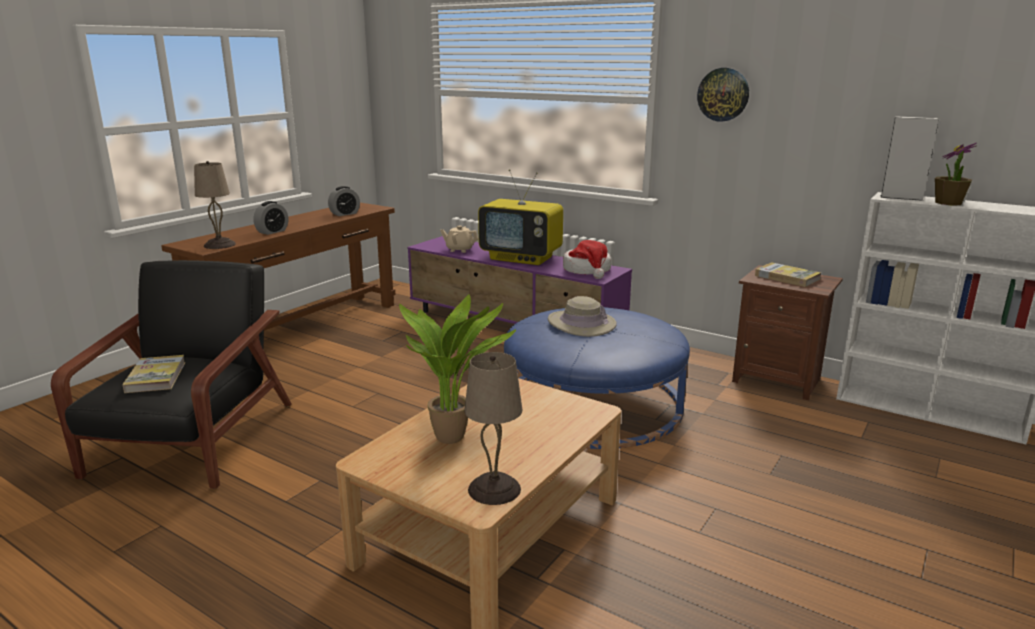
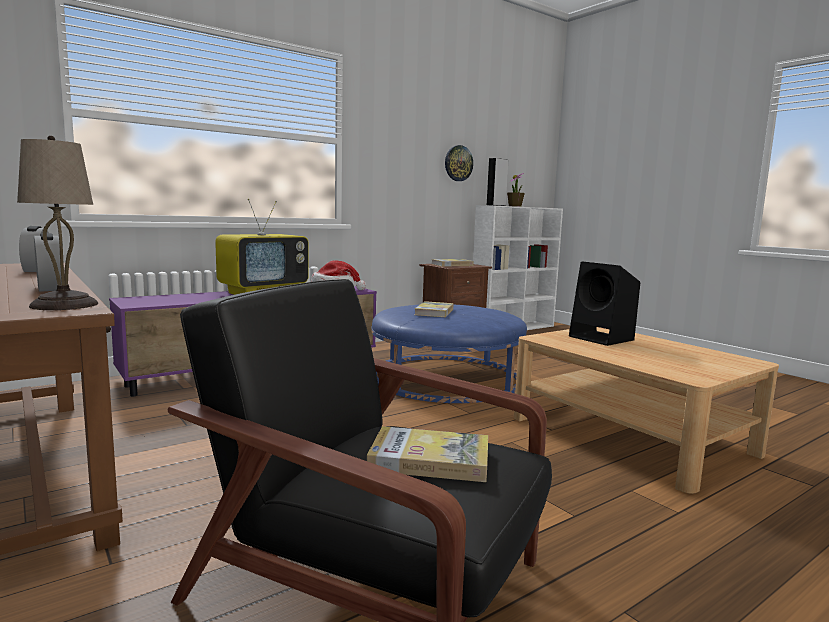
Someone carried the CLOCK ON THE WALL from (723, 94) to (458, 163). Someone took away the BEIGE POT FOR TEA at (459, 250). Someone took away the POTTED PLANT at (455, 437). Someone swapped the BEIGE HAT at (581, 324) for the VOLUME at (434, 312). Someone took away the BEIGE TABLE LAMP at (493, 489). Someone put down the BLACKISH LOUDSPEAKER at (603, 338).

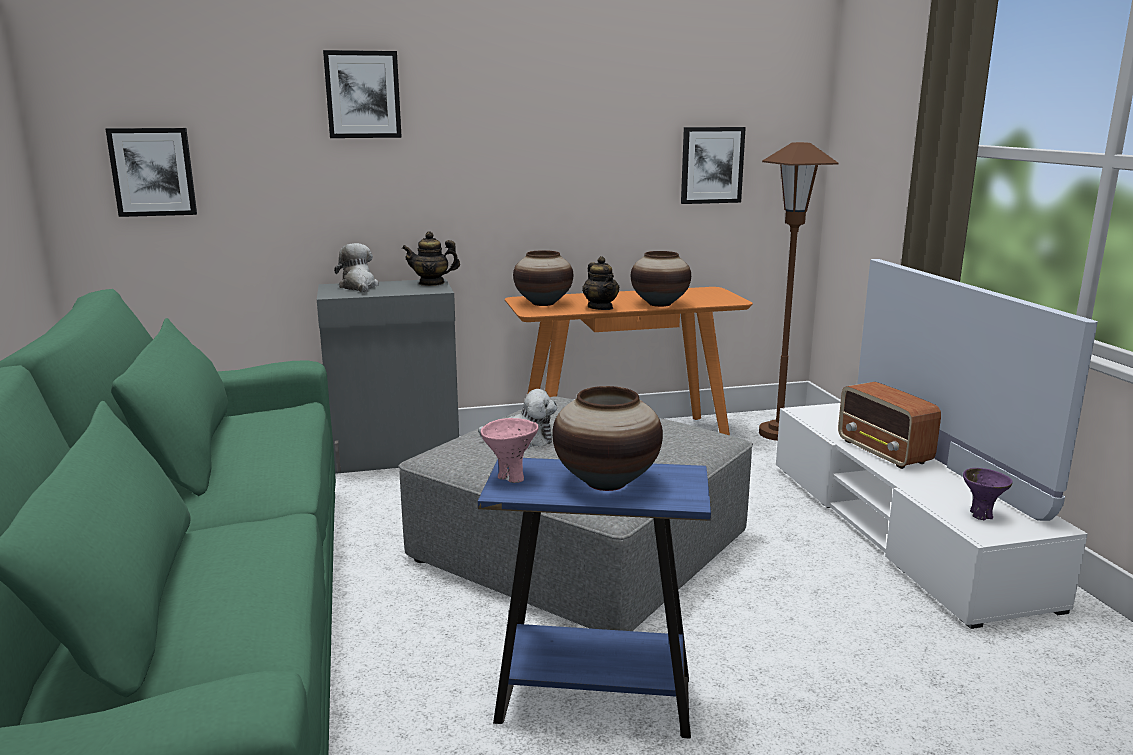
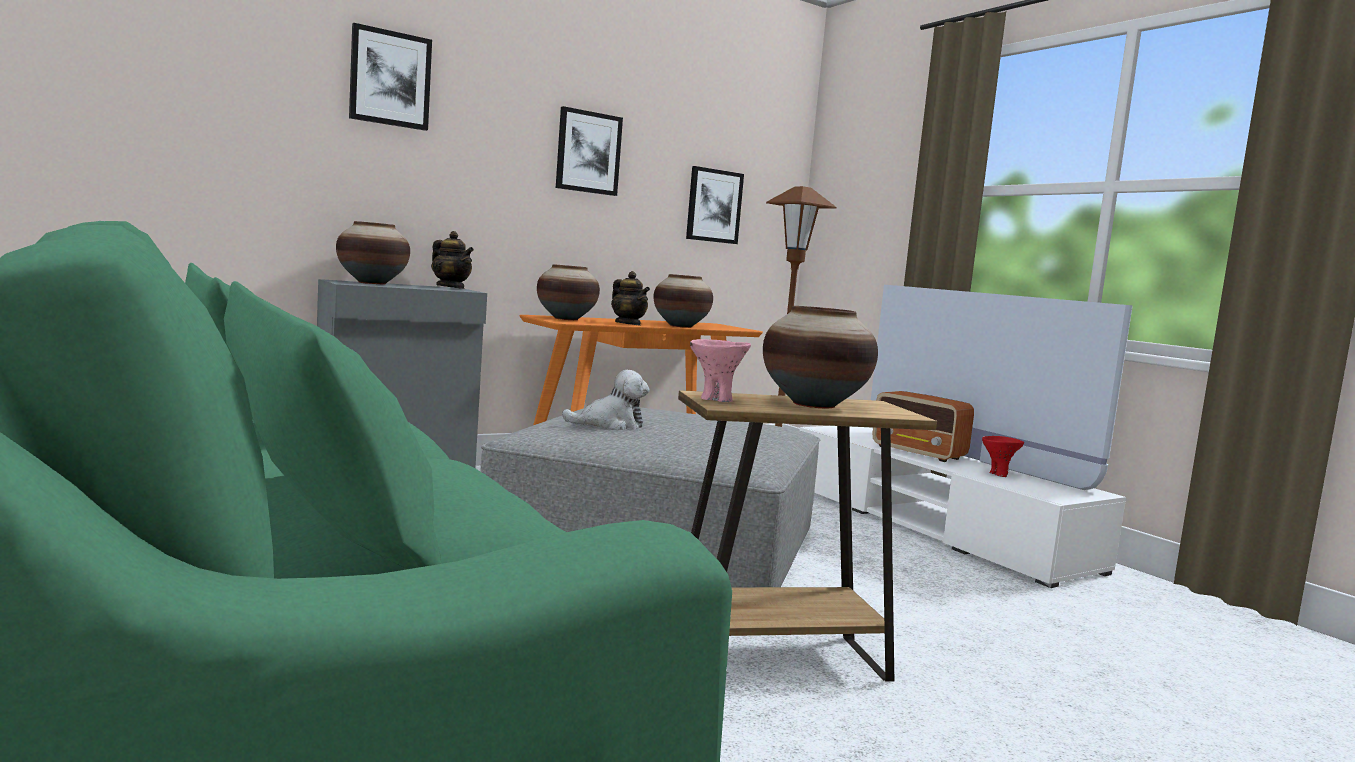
Someone carried the PICTURE from (153, 172) to (588, 152). Someone rotated the POT FOR TEA at (431, 283) by 120 degrees counterclockwise. Someone swapped the PLUSH TOY at (359, 287) for the VASE at (372, 283). Someone repainted the BLUE SIDE TABLE at (594, 700), which became the BROWN-COLOURED SIDE TABLE at (776, 660). Someone took away the PURPLE BOWL at (981, 515). Someone put down the RED BOWL at (998, 474).

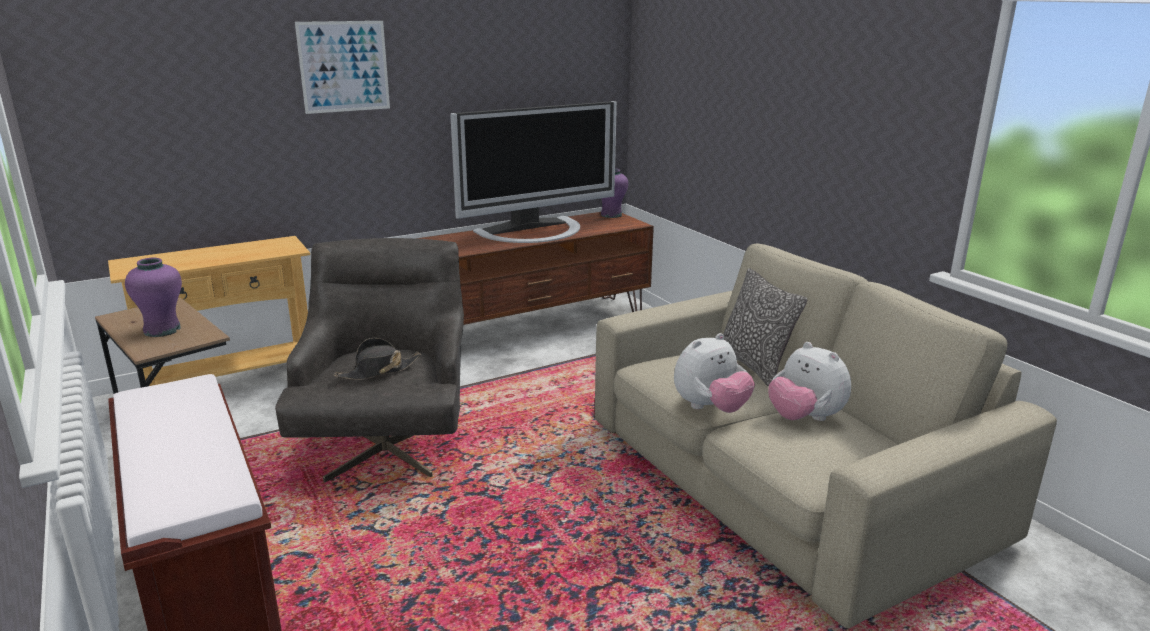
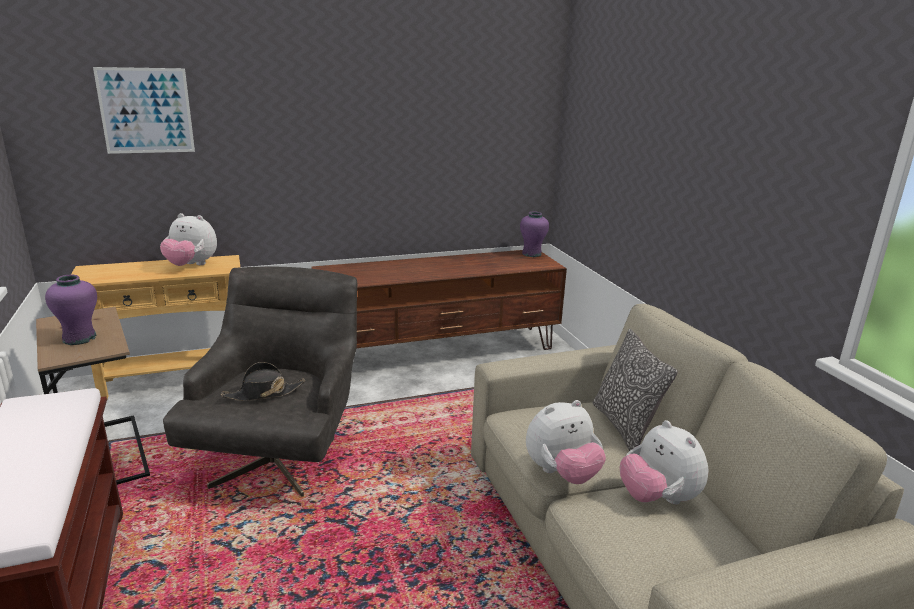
Someone carried the PICTURE from (344, 66) to (146, 111). Someone took away the TELEVISION at (534, 231). Someone put down the PLUSH TOY at (191, 265).

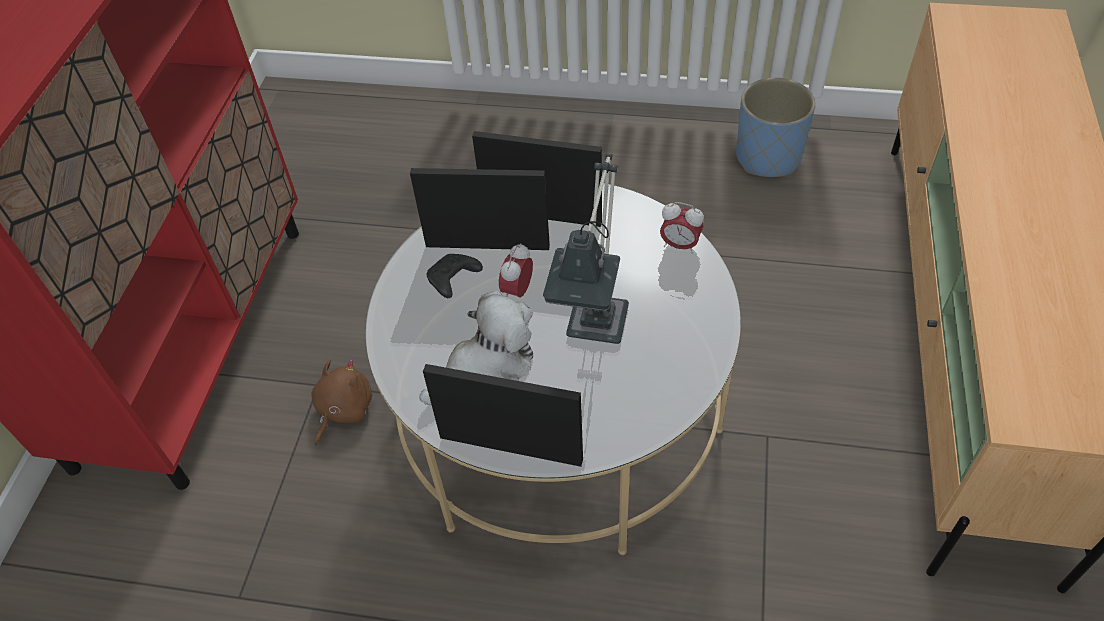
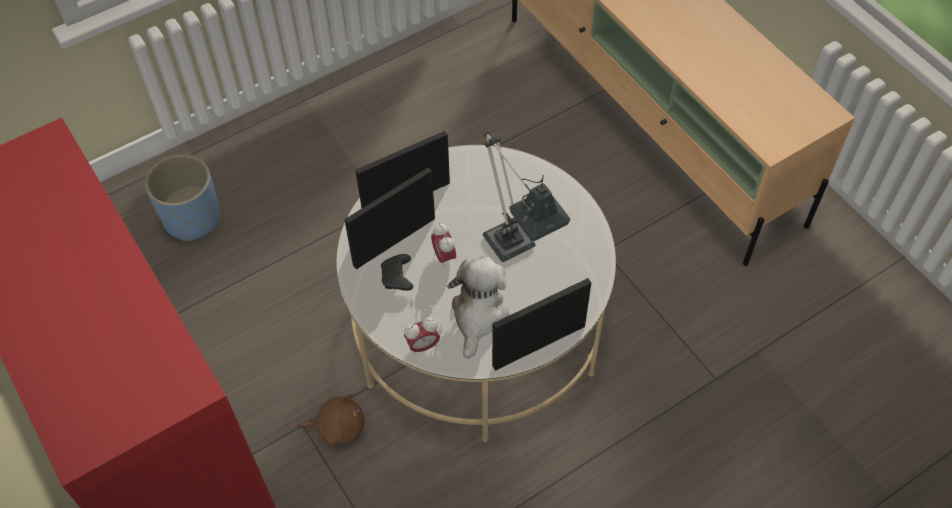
Someone carried the BLUE PLANT POT from (768, 157) to (192, 218). Someone carried the ALARM CLOCK from (679, 245) to (423, 346). Someone rotated the BROWN-COLOURED PLUSH TOY at (343, 410) by 105 degrees clockwise.

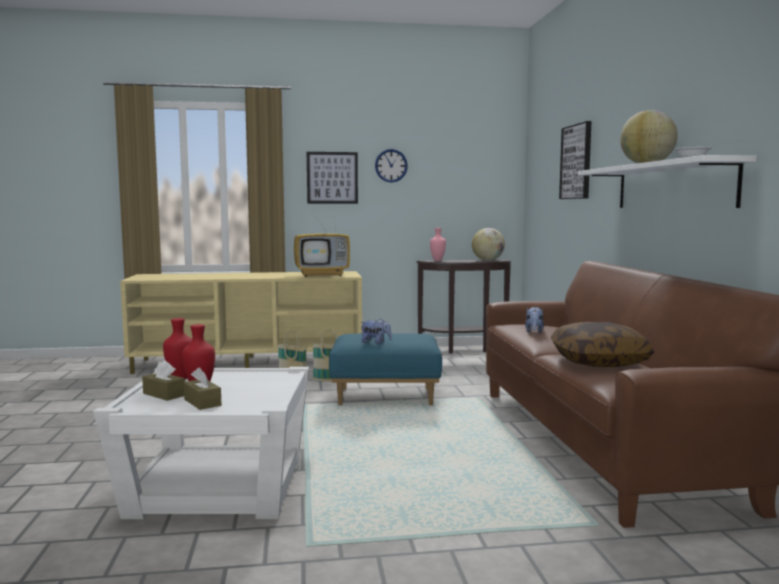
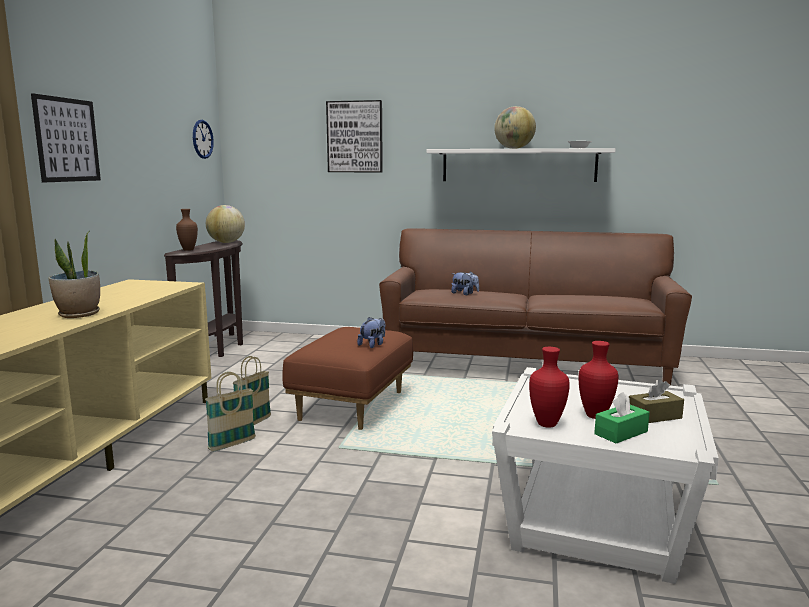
Someone carried the CLOCK ON THE WALL from (391, 165) to (202, 139). Someone took away the TELEVISION at (323, 275). Someone repainted the PINK VASE at (437, 260), which became the BROWN-COLOURED VASE at (188, 250). Someone took away the PILLOW at (599, 362). Someone repainted the BLUE POUFFE at (385, 397), which became the BROWN-COLOURED POUFFE at (353, 406). Someone repainted the BROWN-COLOURED BOX OF TISSUES at (164, 394), which became the GREENISH BOX OF TISSUES at (621, 433). Someone put down the POTTED PLANT at (79, 314).

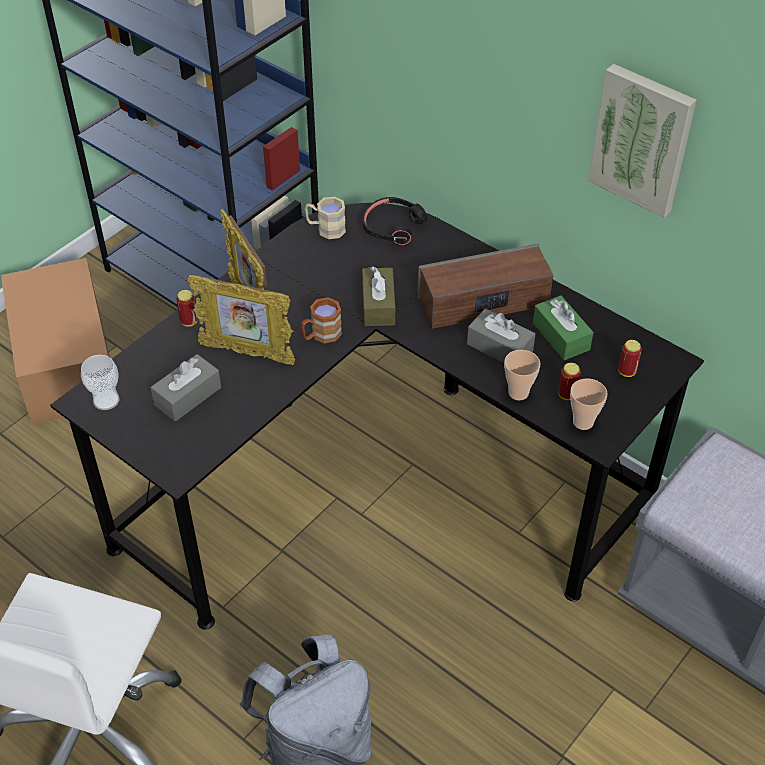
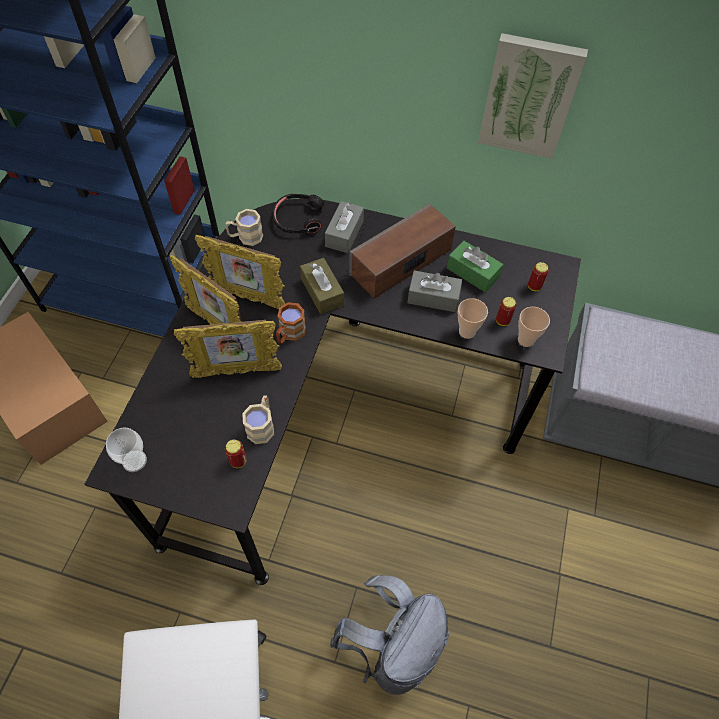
Someone carried the CAN from (189, 322) to (238, 461). Someone carried the GREY BOX OF TISSUES from (187, 396) to (344, 234). Someone put down the STANDING FRAME at (248, 298). Someone put down the BEIGE COFFEE MUG at (262, 425).

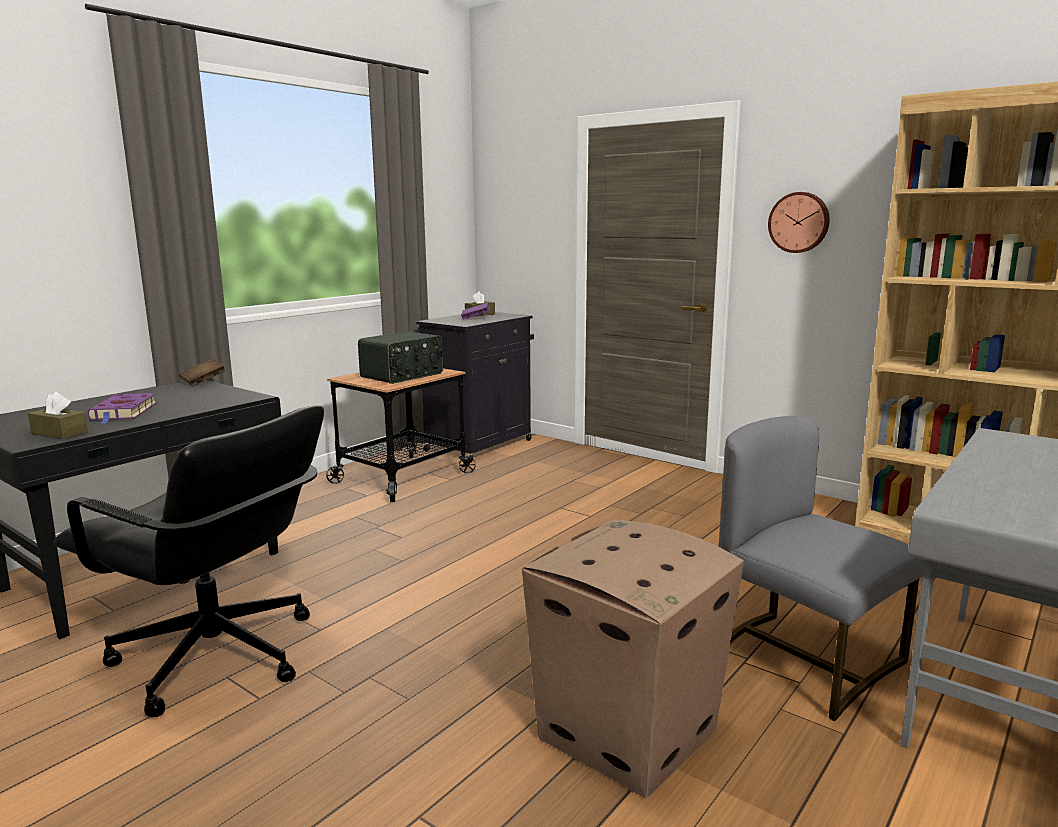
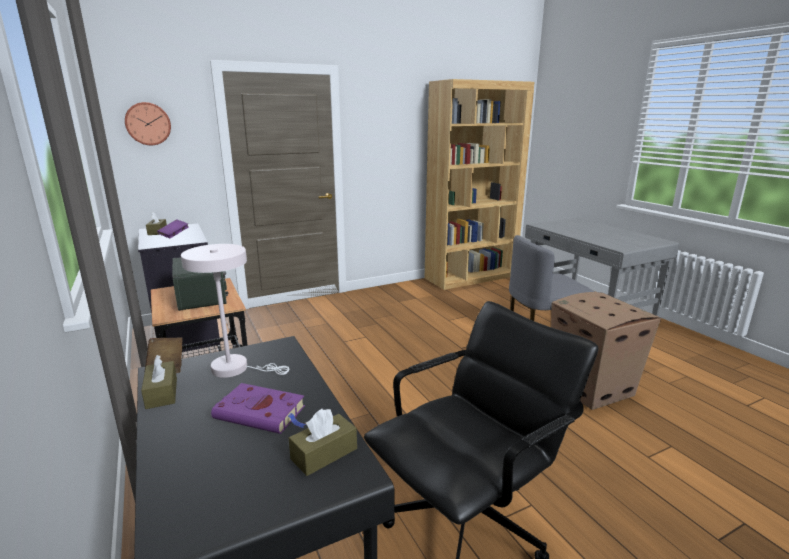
Someone carried the CLOCK ON THE WALL from (799, 222) to (148, 124). Someone put down the WHITE-COLOURED TABLE LAMP at (236, 368). Someone put down the BROWN-COLOURED BOX OF TISSUES at (161, 393).

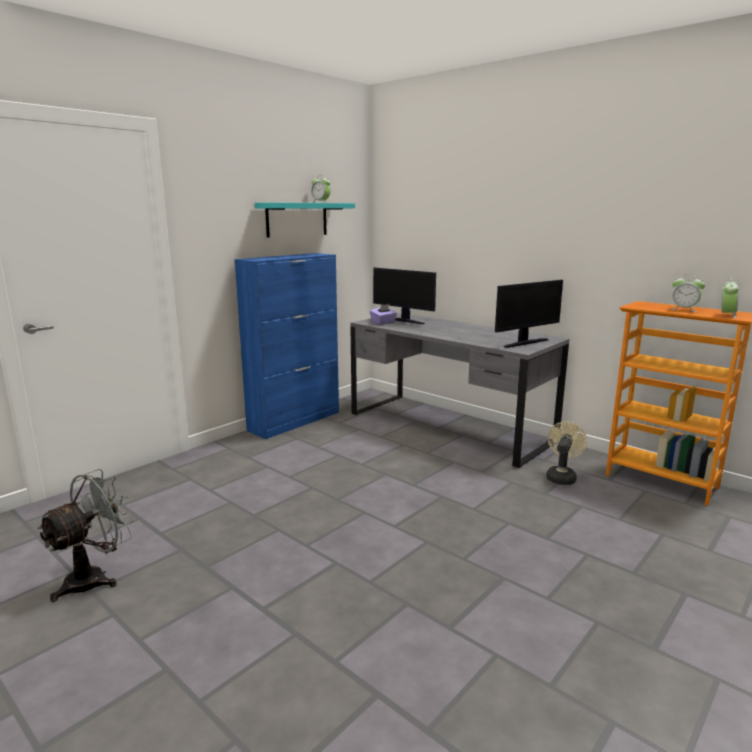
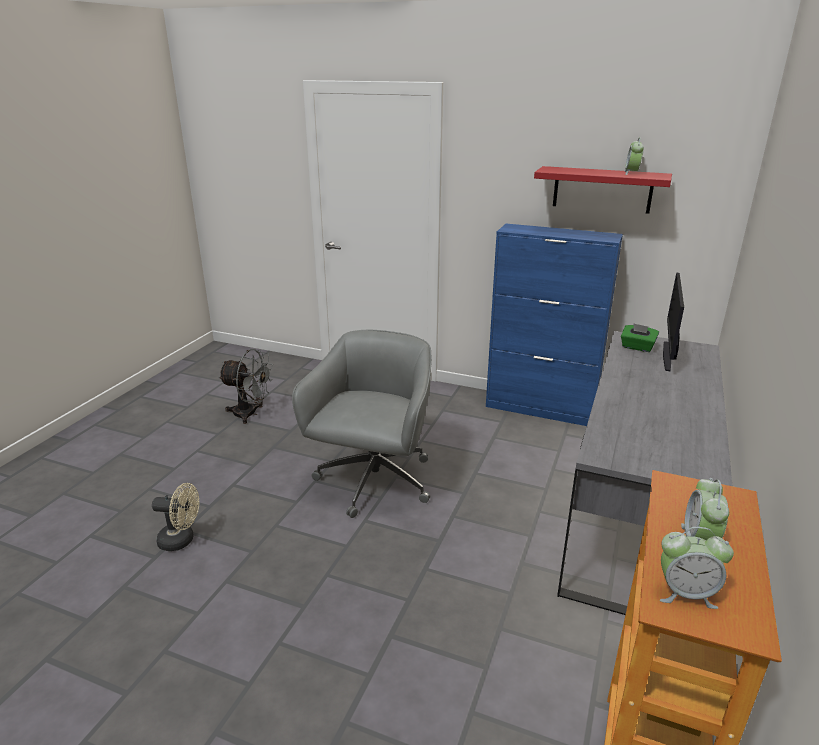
Someone repainted the BLUE-GREEN WALL SHELF at (297, 219), which became the RED WALL SHELF at (602, 189). Someone took away the COMPUTER DISPLAY at (525, 343). Someone repainted the PURPLE BOX OF TISSUES at (383, 323), which became the GREENISH BOX OF TISSUES at (637, 347). Someone carried the BEIGE FAN from (561, 476) to (182, 540). Someone put down the GREY DESK CHAIR at (373, 482).

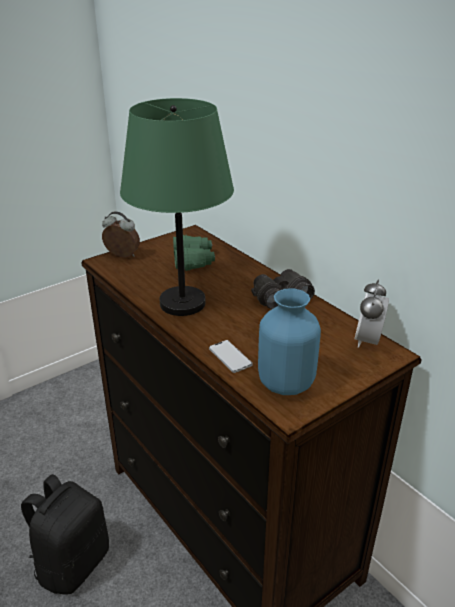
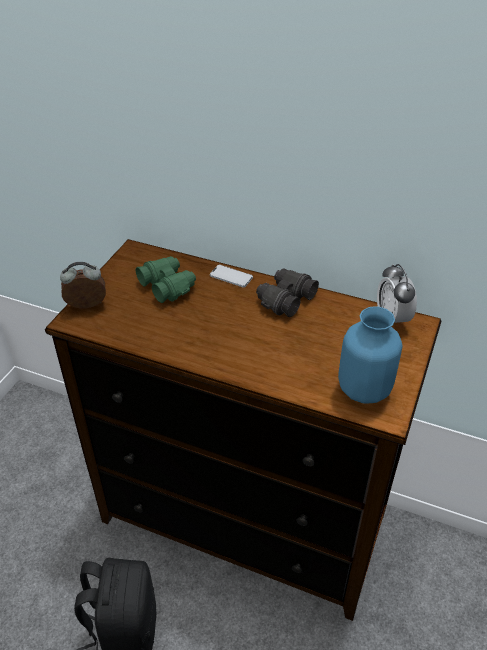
Someone took away the GREENISH TABLE LAMP at (183, 303). Someone carried the HANDSET from (230, 357) to (231, 277).

